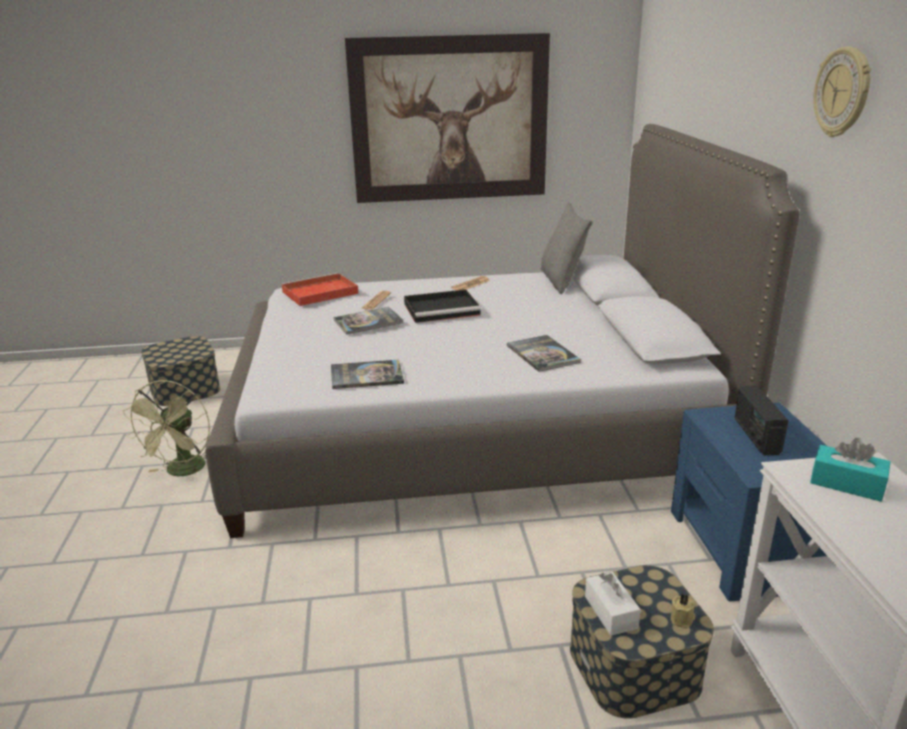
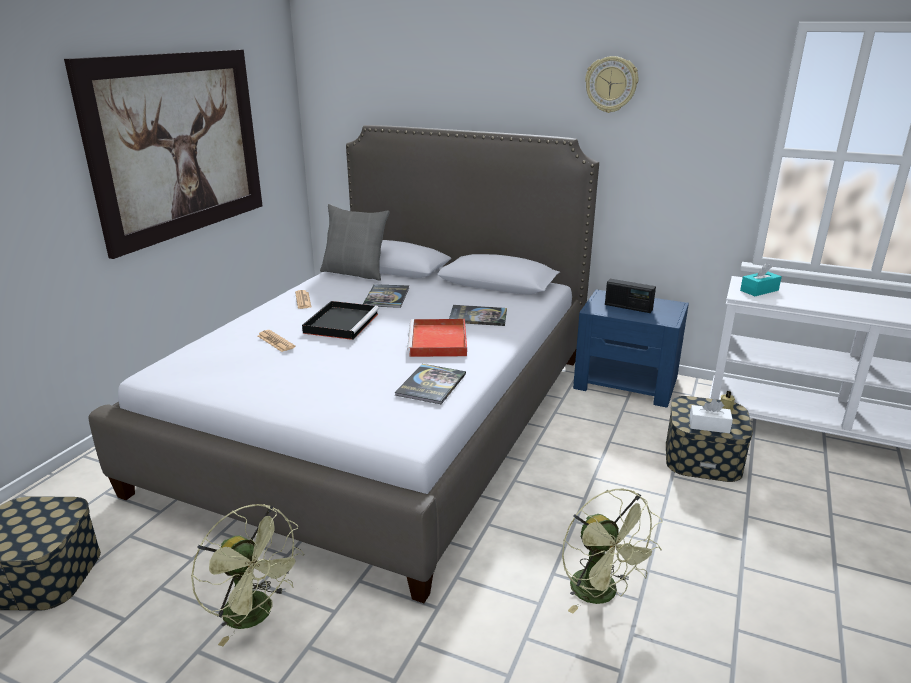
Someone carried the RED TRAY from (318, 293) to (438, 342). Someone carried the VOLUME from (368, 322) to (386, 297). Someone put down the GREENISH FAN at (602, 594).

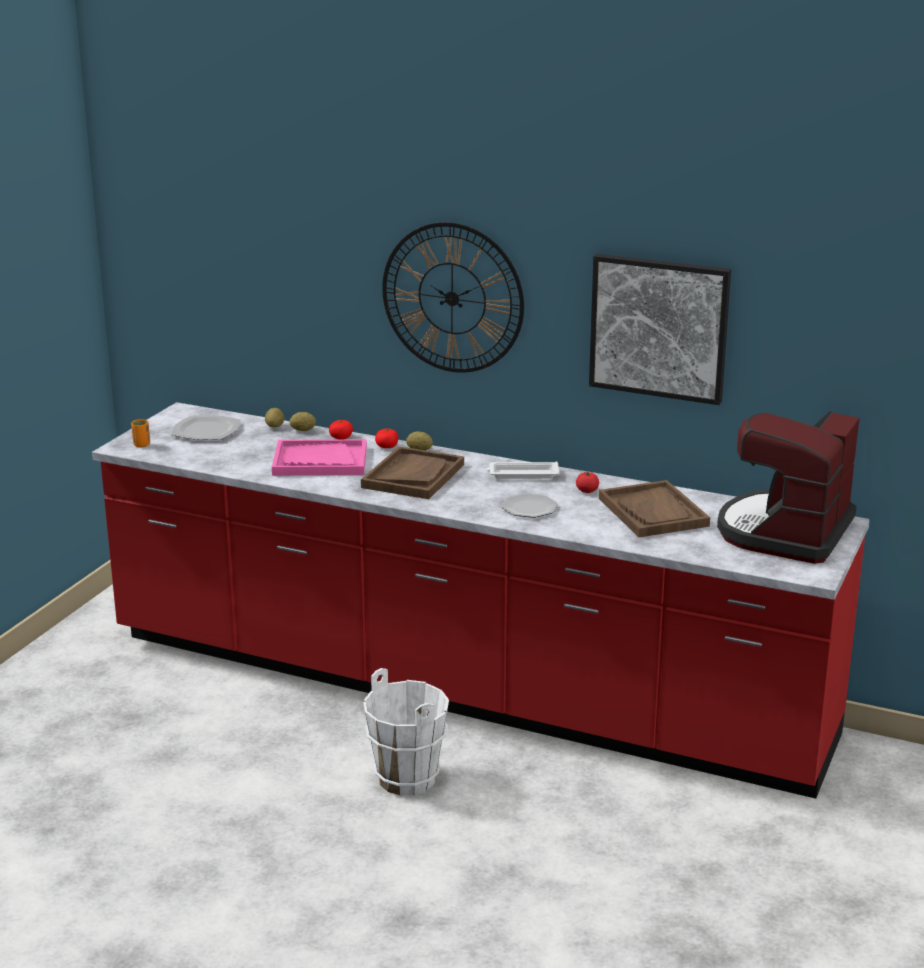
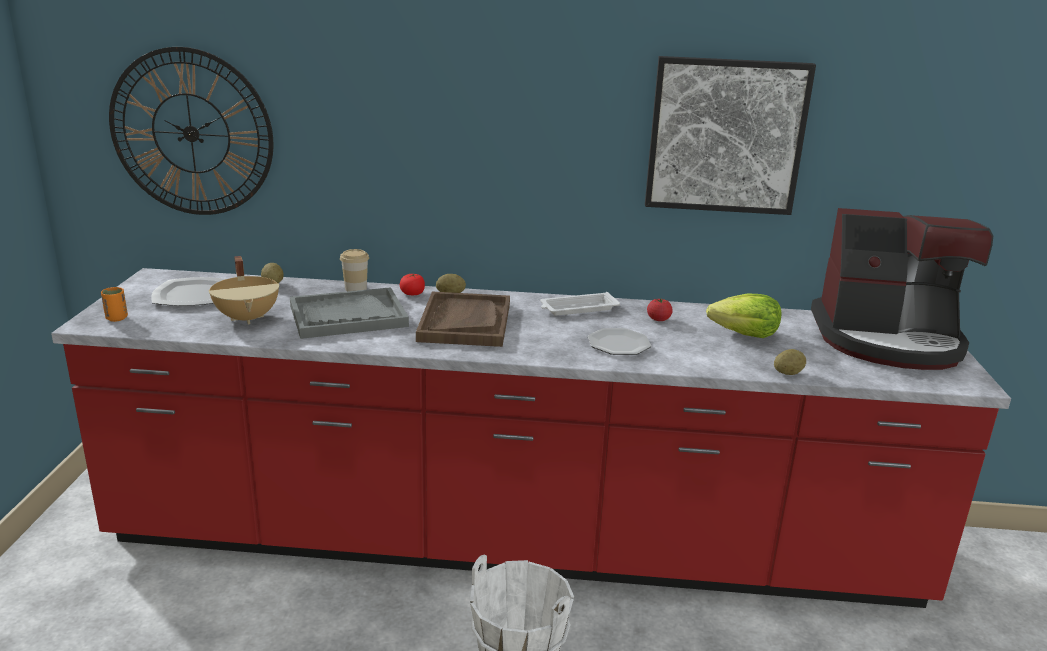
Someone carried the CLOCK ON THE WALL from (452, 298) to (191, 133). Someone rotated the COFFEE MACHINE at (785, 532) by 90 degrees counterclockwise. Someone carried the WHOLE POTATO from (303, 430) to (788, 373). Someone swapped the TOMATO at (341, 437) for the DRINKING CUP at (355, 288). Someone repainted the PINK TRAY at (320, 461), which became the GREY TRAY at (348, 316). Someone swapped the BROWN-COLOURED TRAY at (653, 512) for the LETTUCE HEAD at (745, 334). Someone put down the BEIGE COOKING POT at (248, 318).

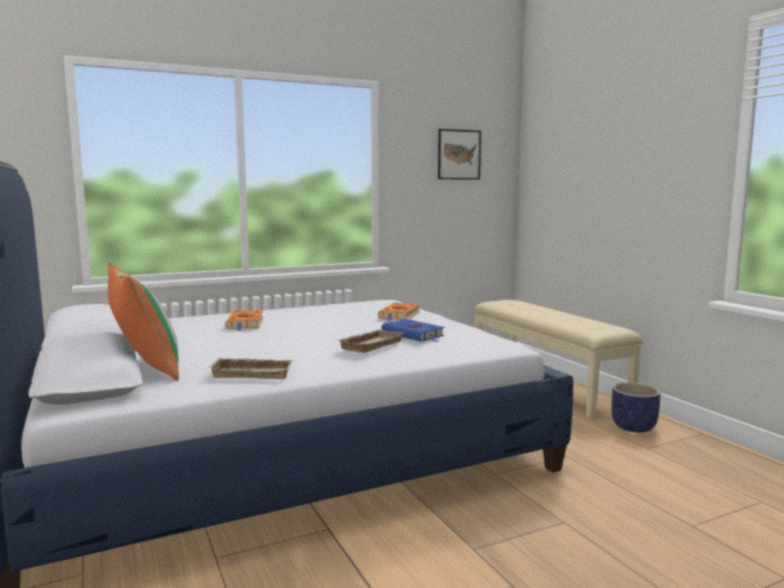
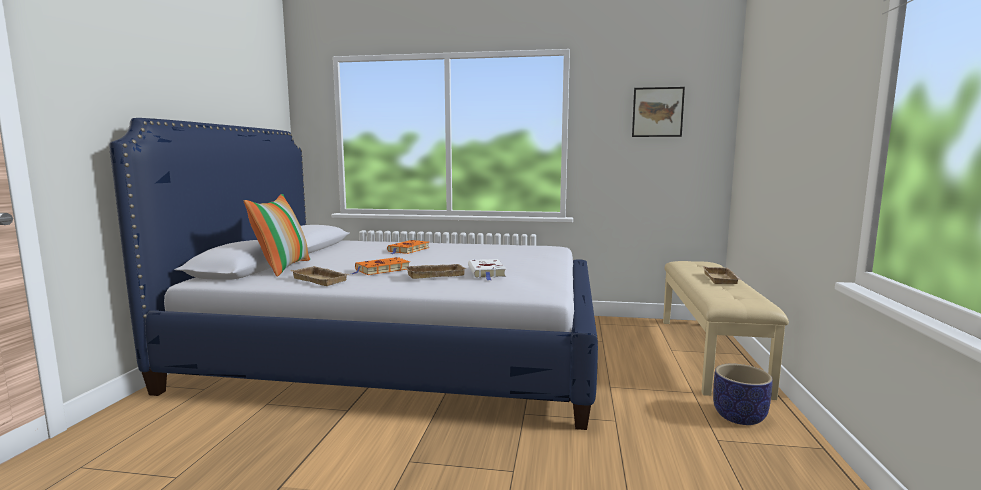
Someone carried the ORANGE-COLOURED VOLUME from (399, 315) to (381, 270). Someone repainted the BLUE VOLUME at (414, 334), which became the WHITE-COLOURED VOLUME at (487, 272). Someone put down the BEIGE TRAY at (722, 279).

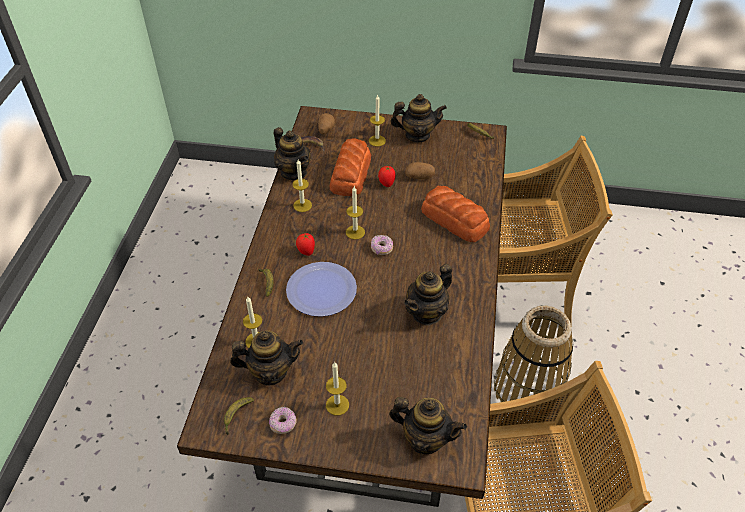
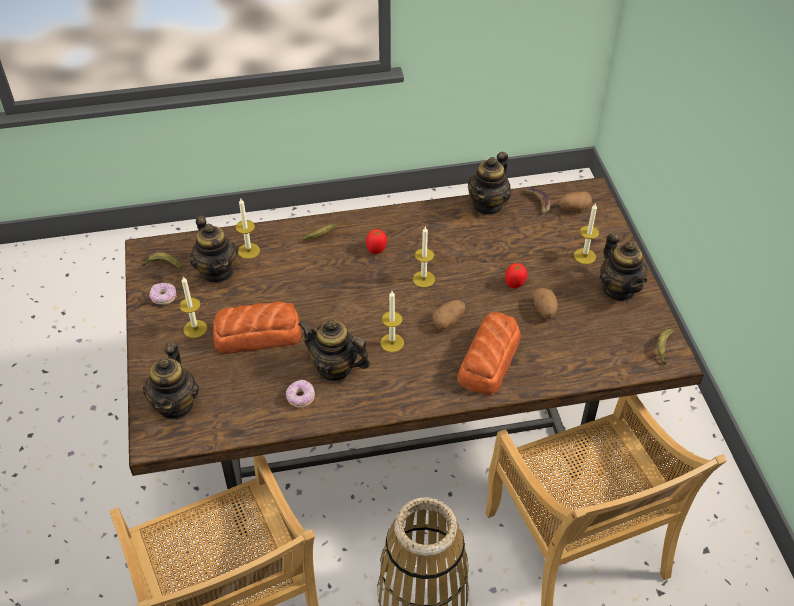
Someone carried the BAKERY BREAD from (350, 174) to (256, 334). Someone carried the WAX LIGHT from (302, 205) to (392, 343). Someone carried the RING DOUGHNUT from (381, 248) to (300, 398). Someone took away the DINNER PLATE at (321, 290). Someone put down the WHOLE POTATO at (448, 321).

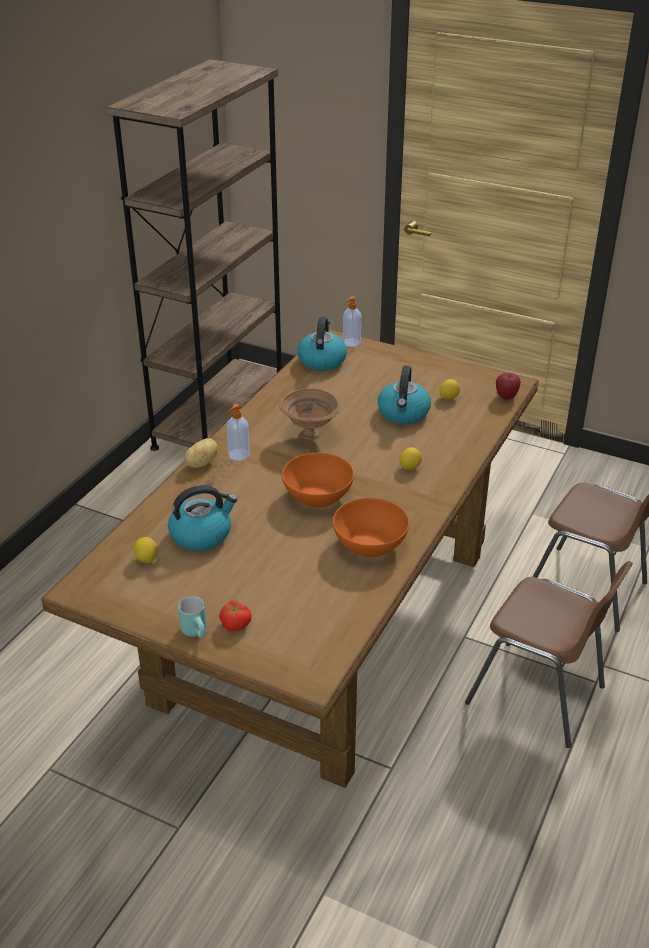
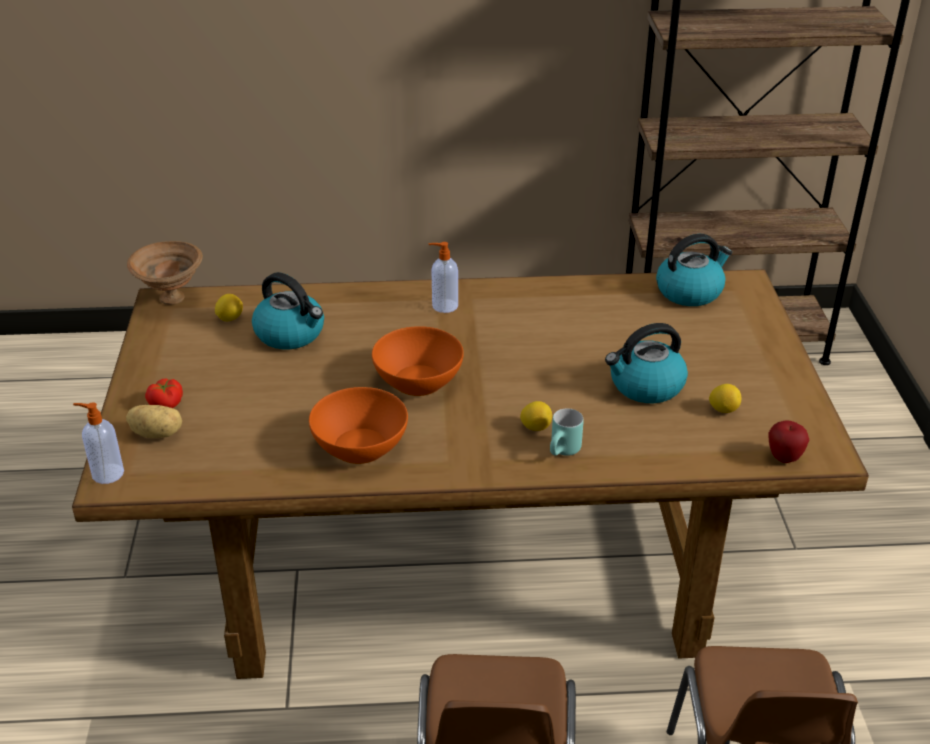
Someone carried the LIQUID SOAP BOTTLE from (351, 342) to (106, 473). Someone carried the BROWN-COLOURED BOWL from (311, 435) to (172, 299). Someone carried the WHOLE POTATO from (201, 463) to (157, 433). Someone carried the BLUE-GREEN COFFEE MUG from (198, 632) to (564, 452).

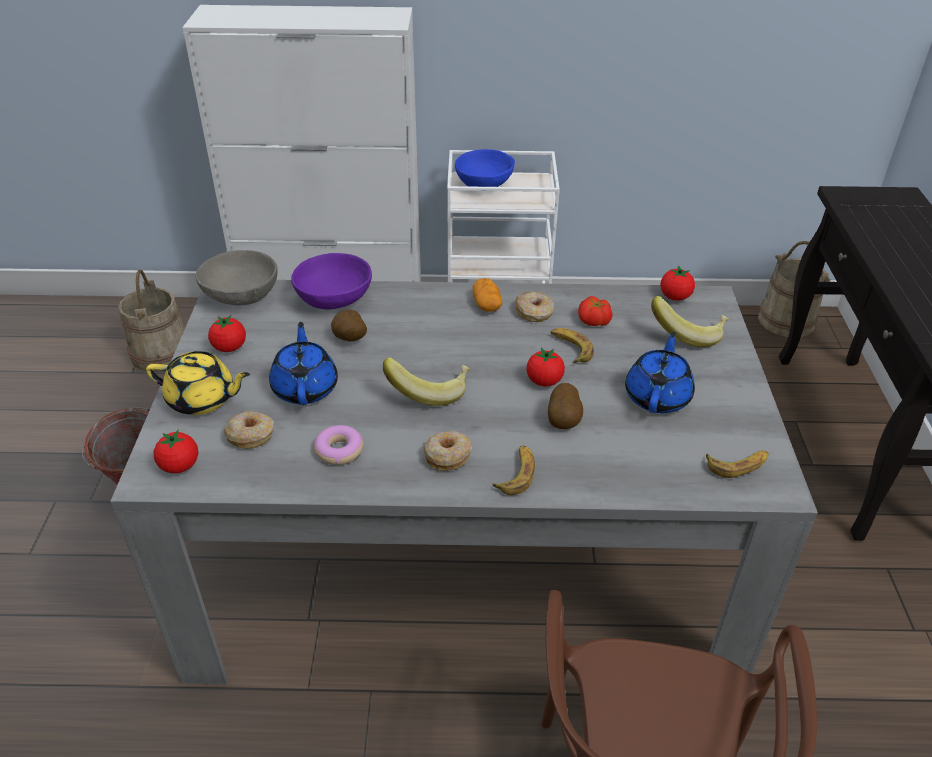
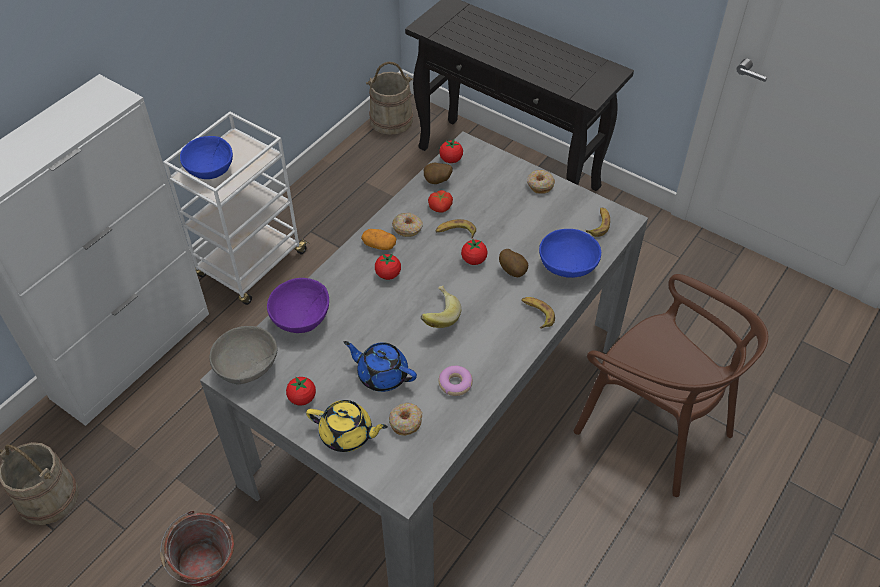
Someone took away the BANANA at (687, 333). Someone carried the WHOLE POTATO from (349, 340) to (437, 182). Someone took away the BLUE POT FOR TEA at (658, 396). Someone rotated the YELLOW POT FOR TEA at (203, 399) by 60 degrees clockwise. Someone carried the TOMATO from (180, 466) to (388, 274). Someone carried the RING DOUGHNUT from (447, 456) to (540, 185). Someone put down the BLUE BOWL at (568, 267).

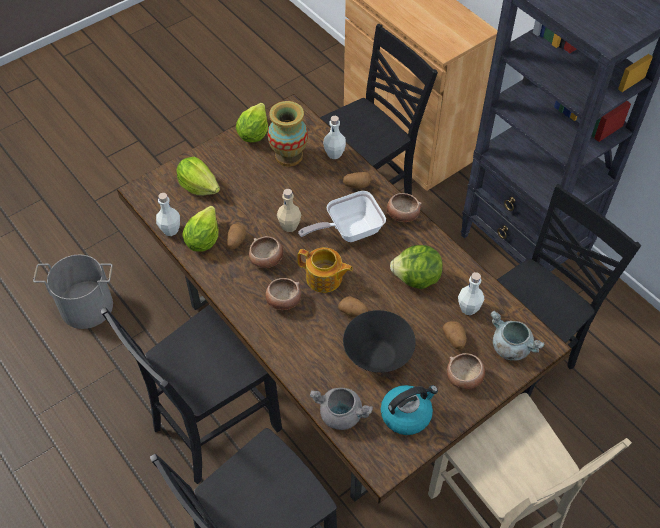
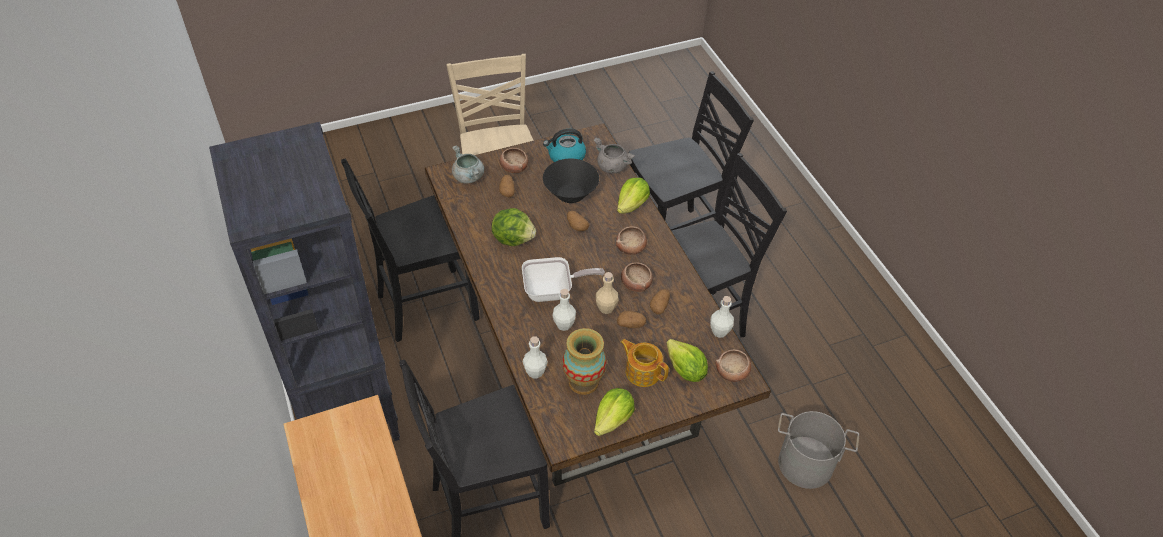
Someone carried the WHOLE POTATO from (357, 185) to (631, 324). Someone carried the BOWL from (402, 215) to (732, 372). Someone carried the LETTUCE HEAD from (203, 239) to (632, 205). Someone carried the POT FOR TEA from (324, 278) to (642, 371). Someone carried the WHITE-COLOURED BEVERAGE BOTTLE from (468, 308) to (564, 325).

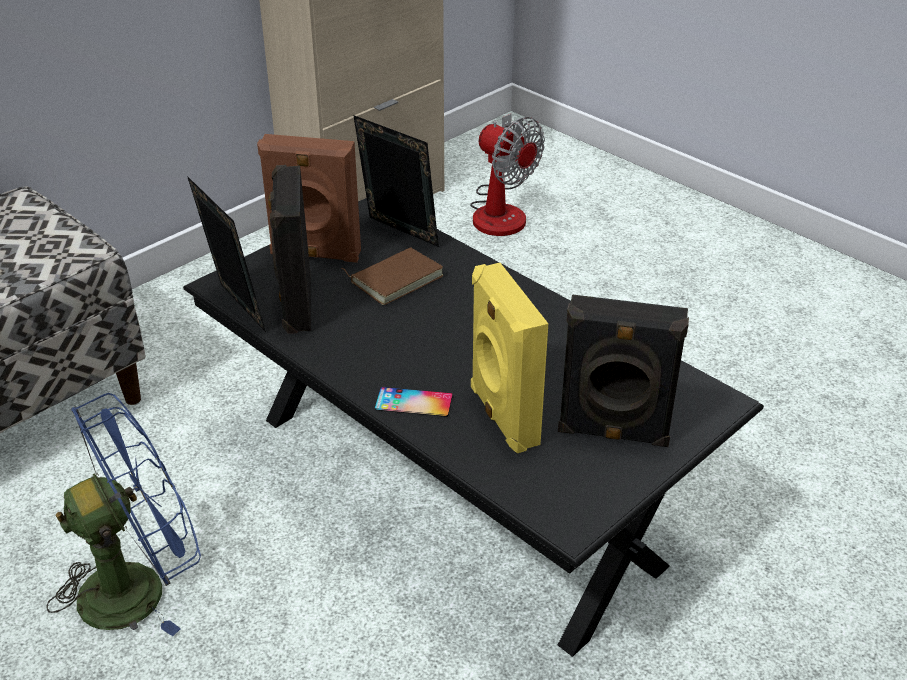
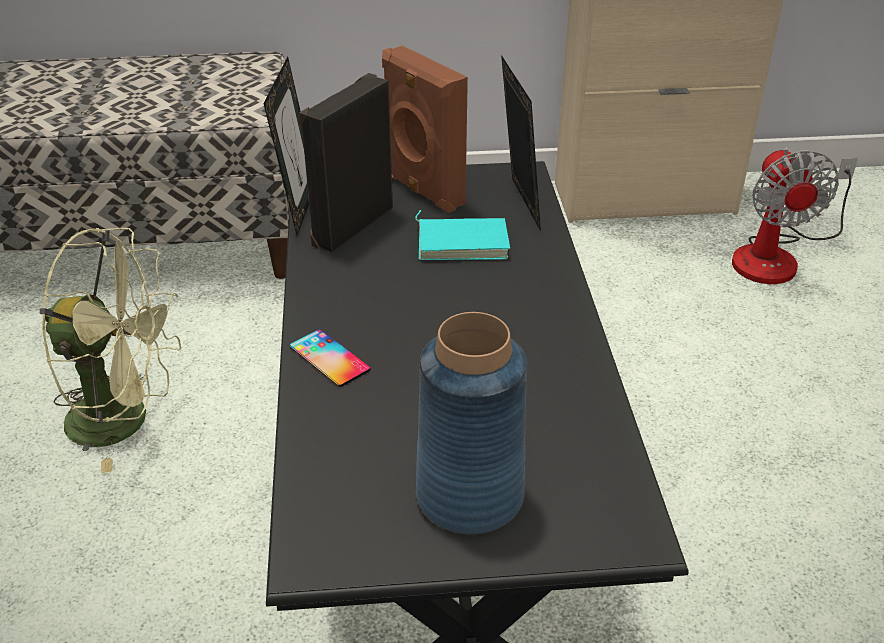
Someone repainted the BROWN-COLOURED VOLUME at (395, 278), which became the BLUE-GREEN VOLUME at (463, 242). Someone took away the YELLOW LOUDSPEAKER at (501, 416). Someone swapped the BLACKISH LOUDSPEAKER at (613, 434) for the BLUE VASE at (470, 496). Someone repainted the BLUE FAN at (139, 586), which became the GREENISH FAN at (126, 420).

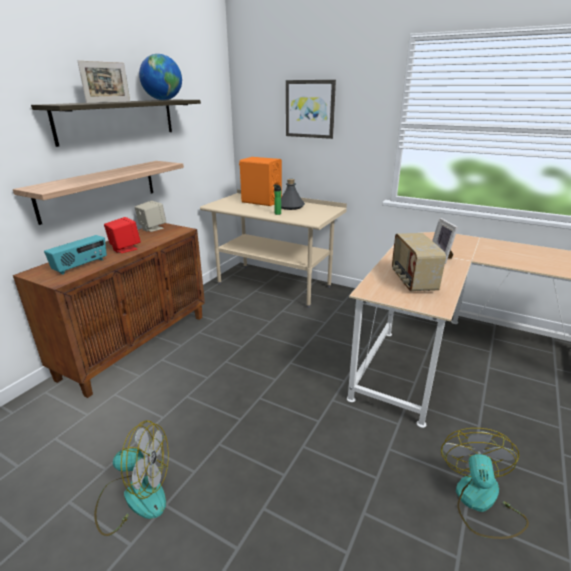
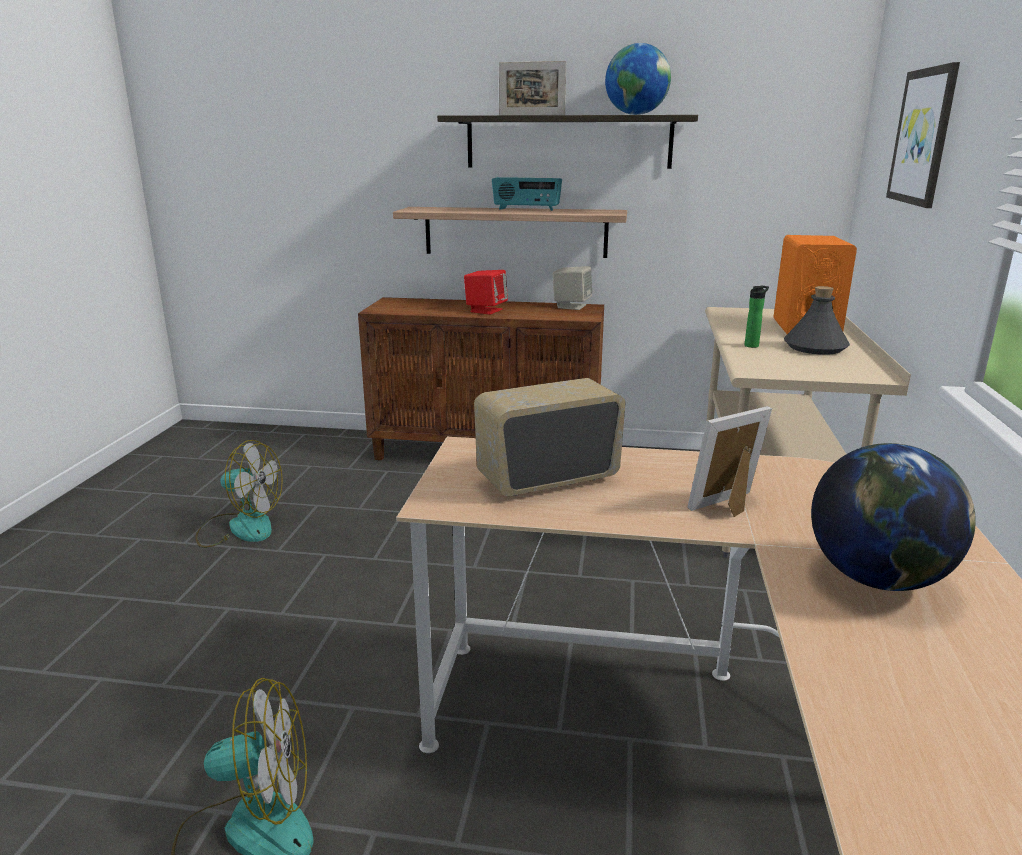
Someone carried the RADIO RECEIVER from (81, 266) to (526, 209). Someone rotated the FAN at (134, 497) by 60 degrees counterclockwise. Someone put down the DESK GLOBE at (878, 578).

